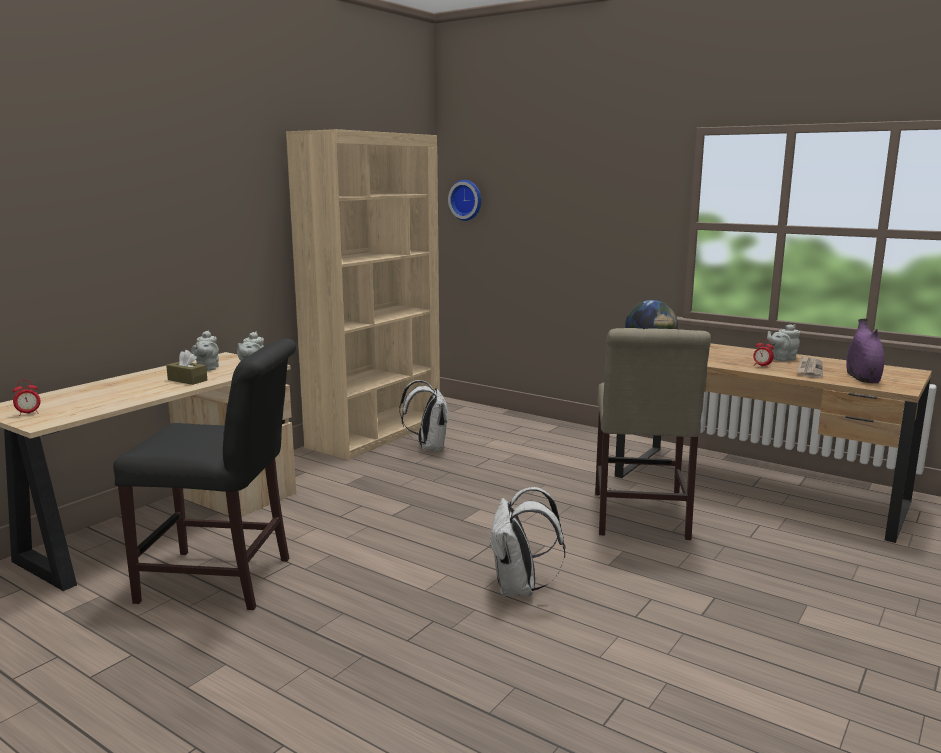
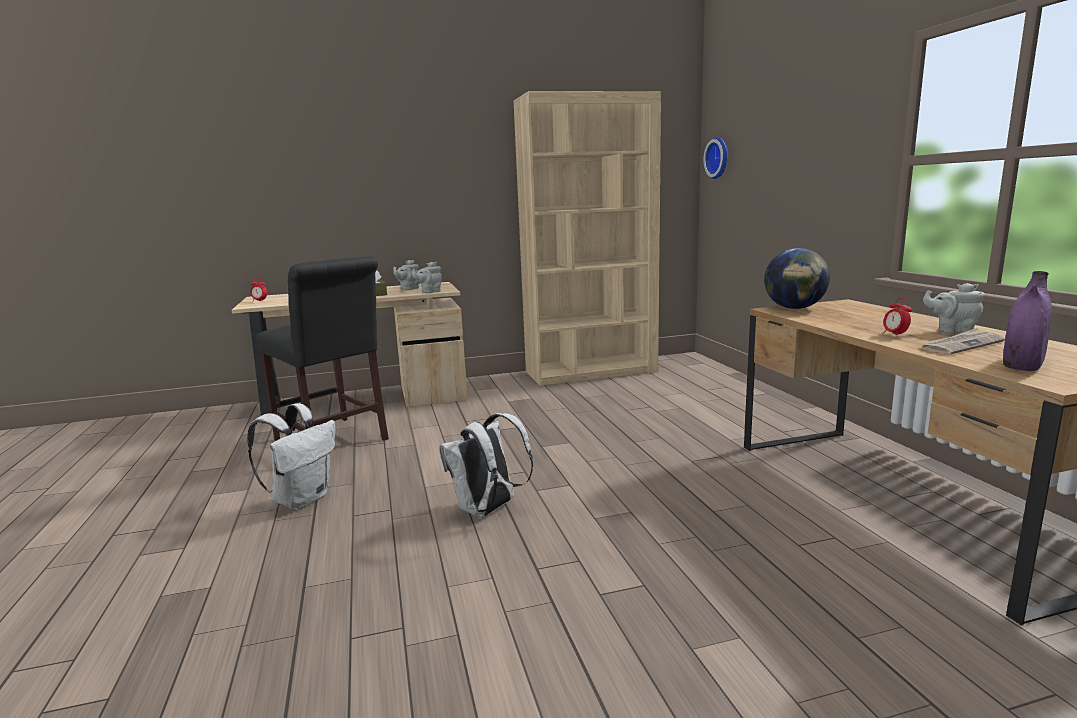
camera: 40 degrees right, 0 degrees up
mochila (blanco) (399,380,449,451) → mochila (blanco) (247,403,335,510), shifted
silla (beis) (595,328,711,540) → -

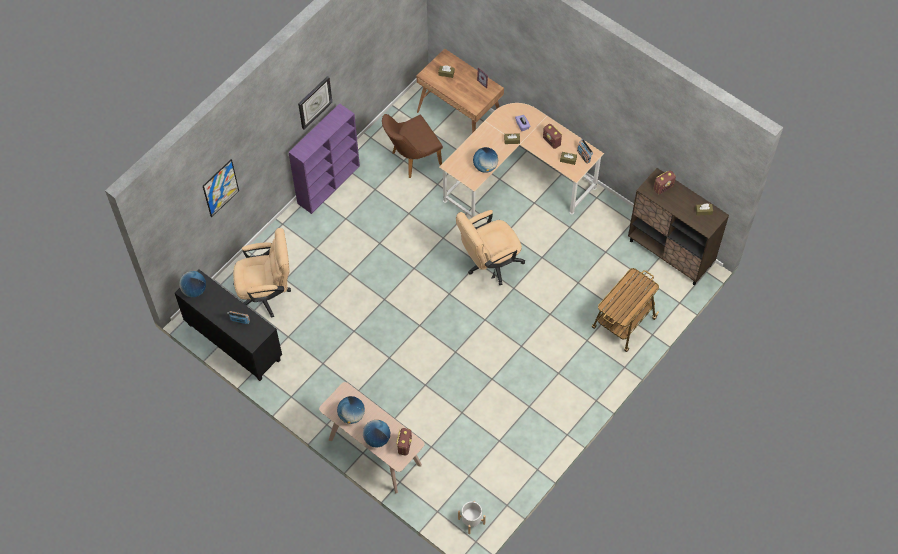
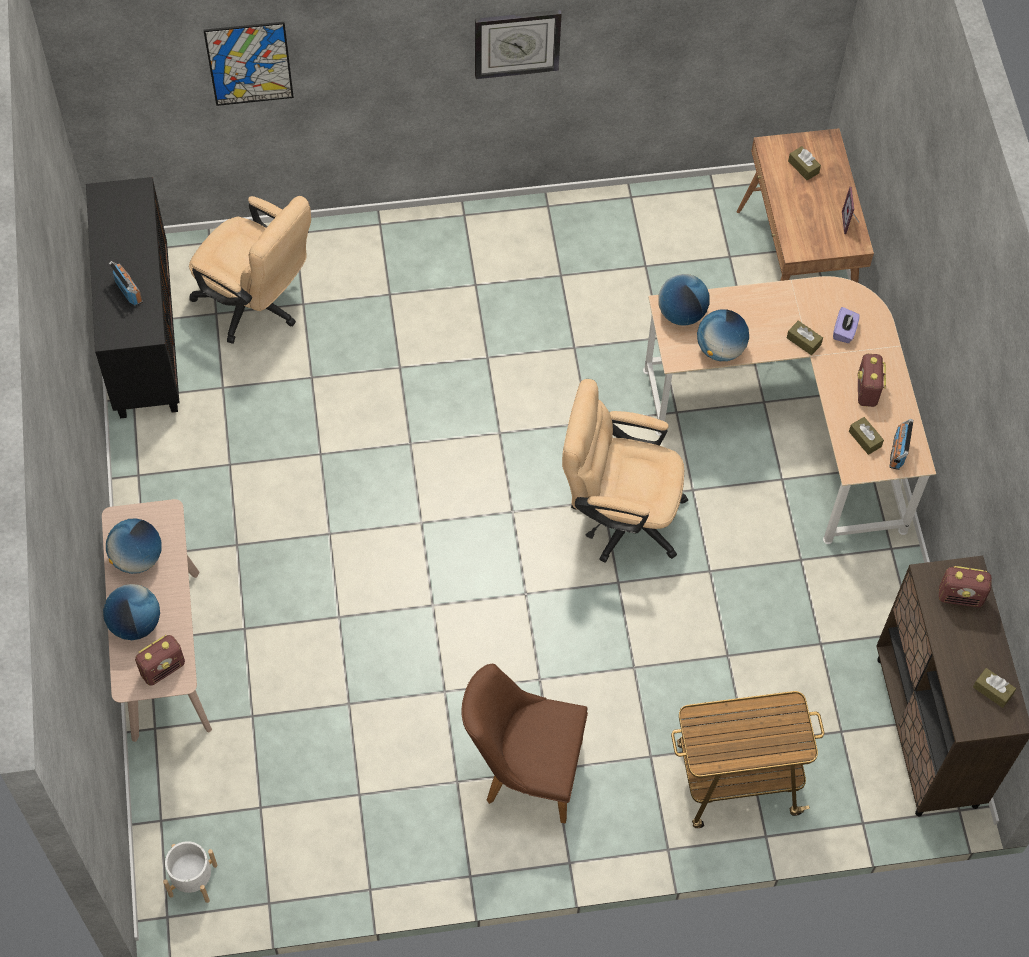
camera: 40 degrees right, 0 degrees up
globo terráqueo (179,271,206,297) → globo terráqueo (658,274,710,326), shifted
estantería (morado) (288,103,360,214) → -
silla (marrón) (382,114,443,178) → silla (marrón) (461,664,588,824), shifted

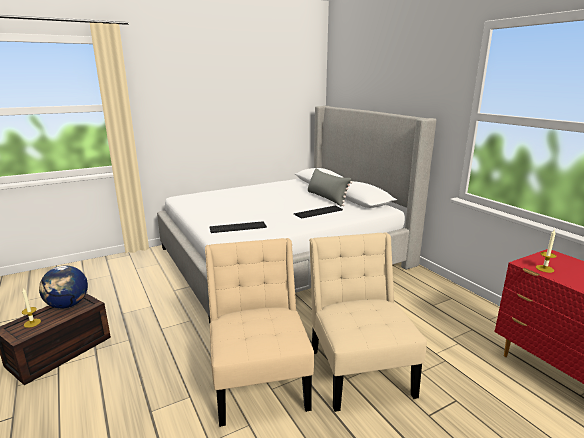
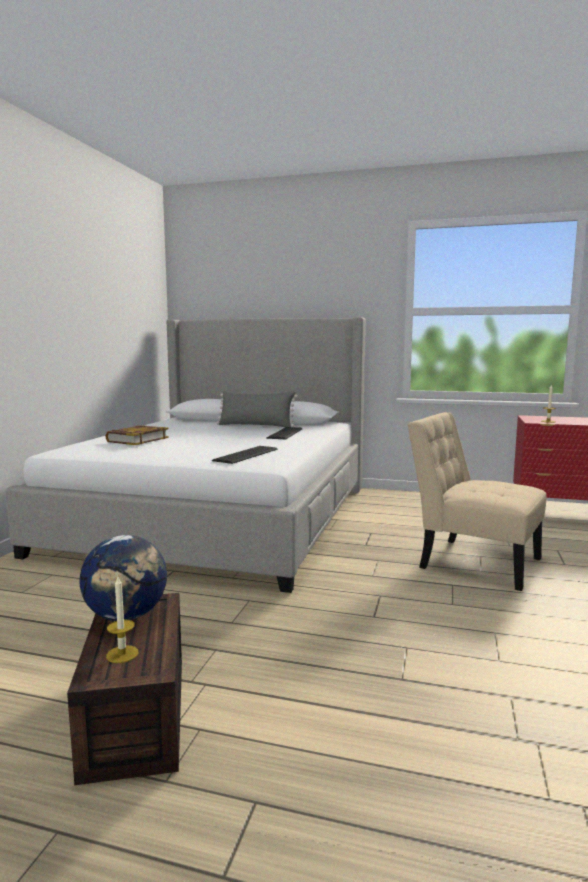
camera: 45 degrees left, 10 degrees down
silla (beis) (205,238,314,427) → -
- → libro (105,425,169,445)

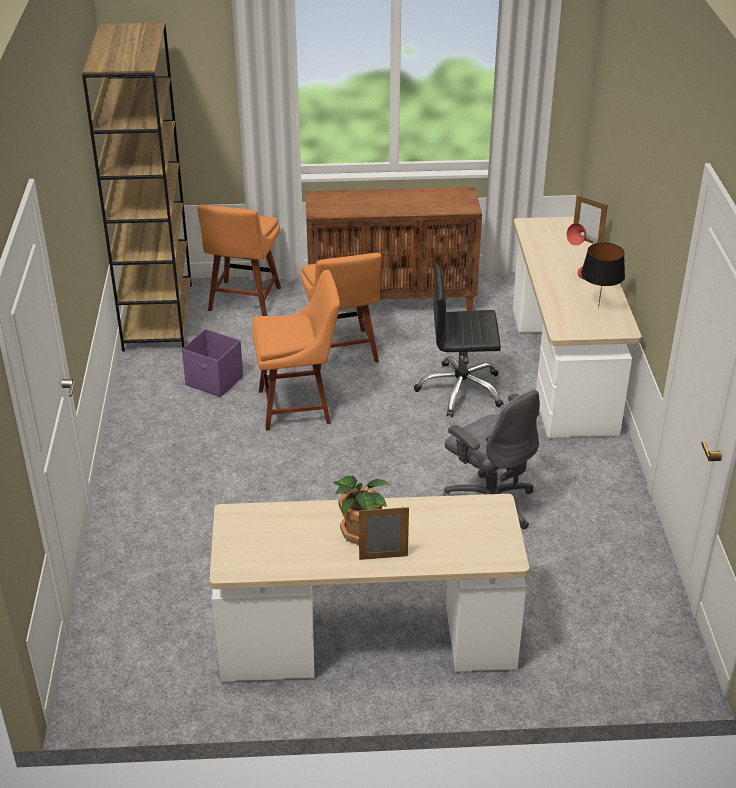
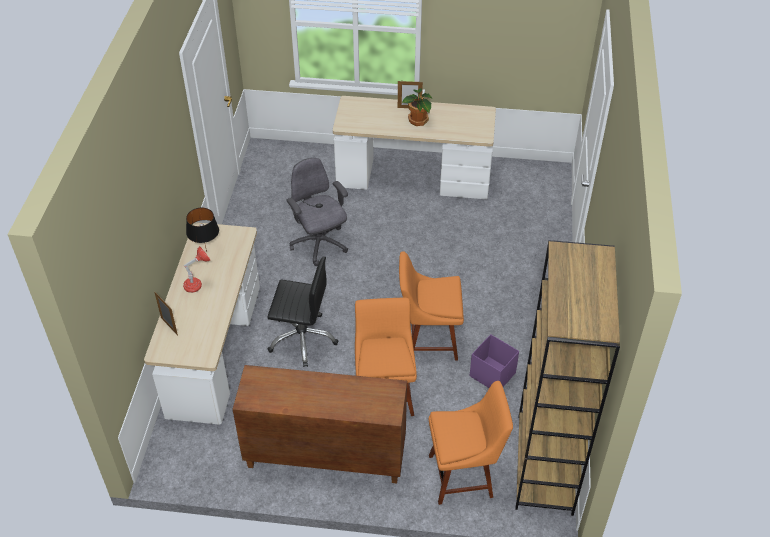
camera: 170 degrees left, 10 degrees up
silla (naranja) (197,205,281,316) → silla (naranja) (429,381,513,505), 60 degrees clockwise

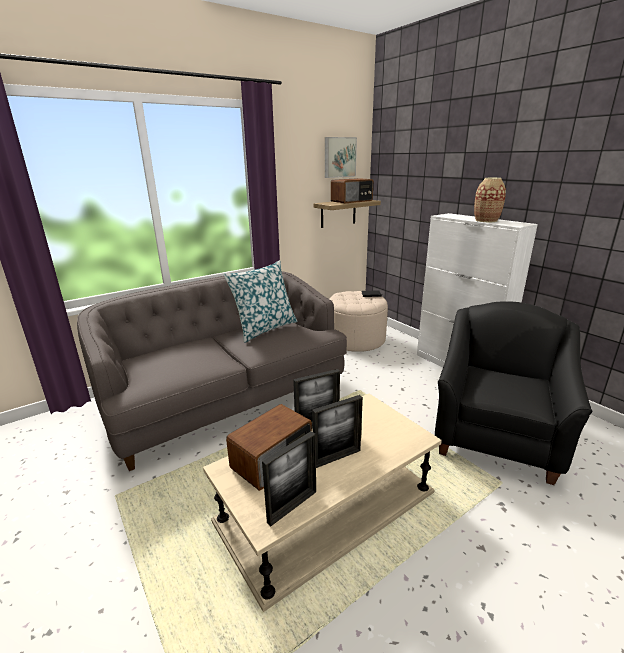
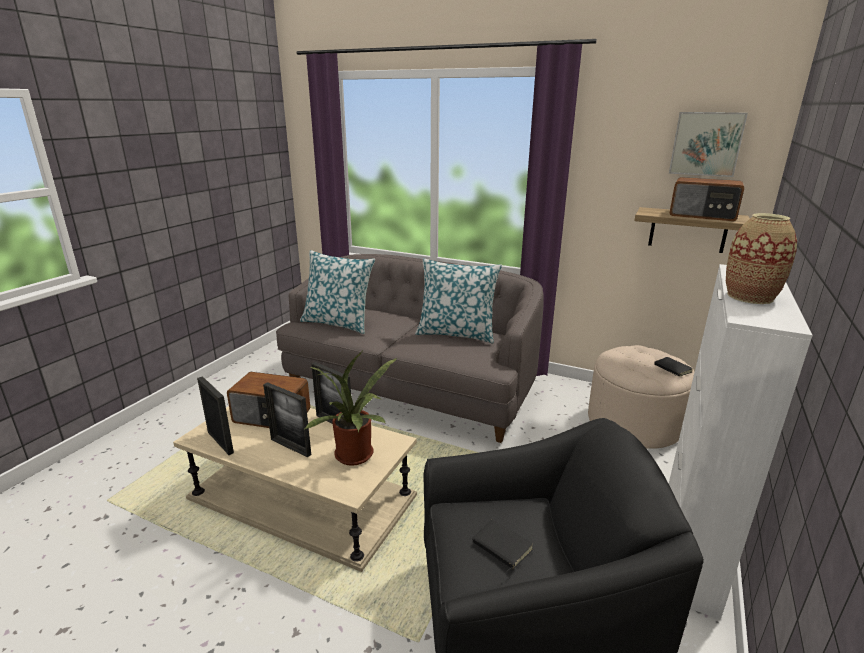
camera: 60 degrees right, 0 degrees up
portarretratos (262,431,316,526) → portarretratos (197,376,234,455), 150 degrees counterclockwise
- → cojín (300,250,375,334)
- → planta en maceta (304,351,397,466)
- → libro (negro) (472,519,533,573)

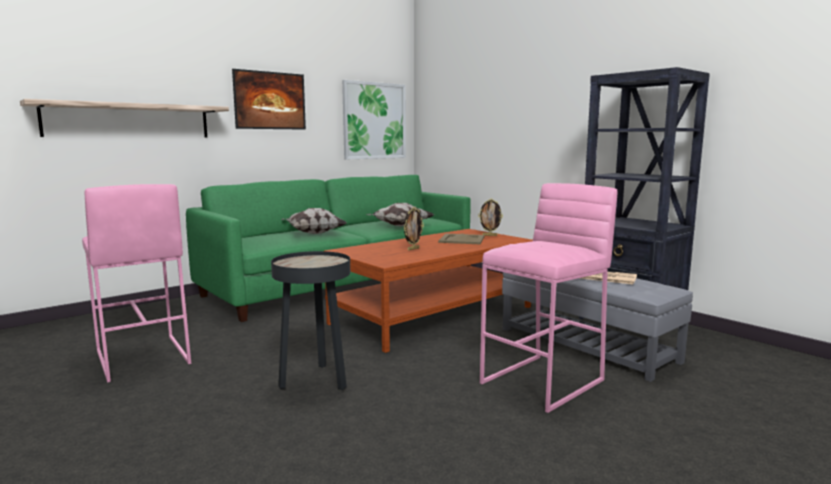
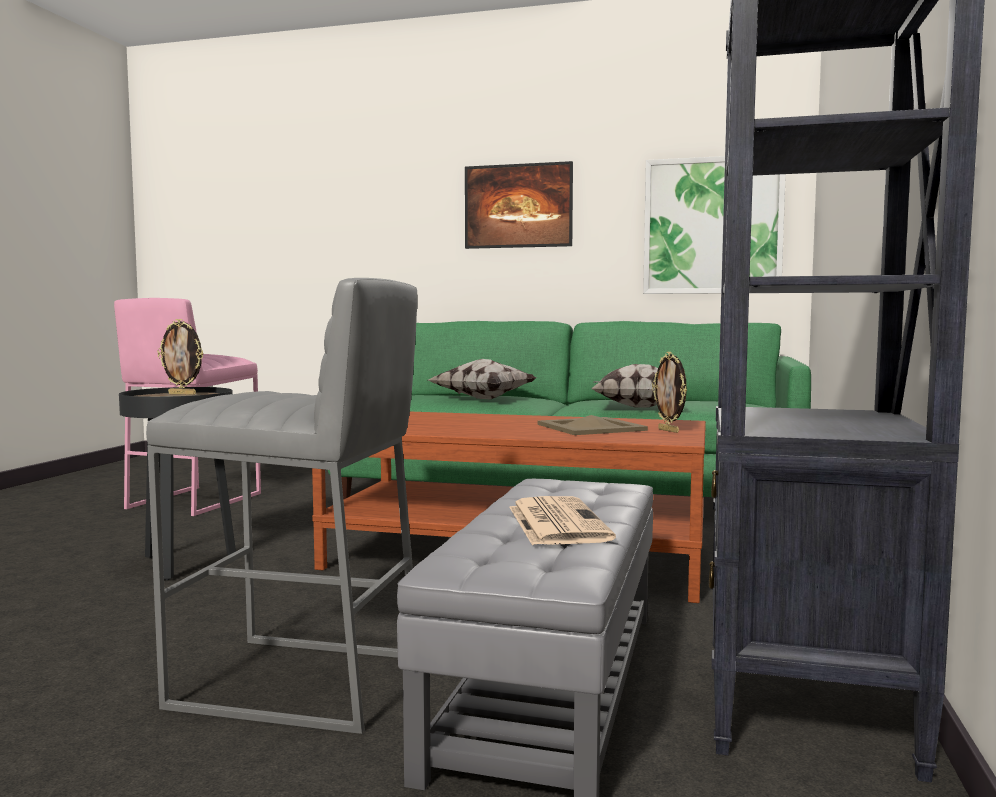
camera: 55 degrees right, 5 degrees down
estante (20,99,229,137) → -
portarretratos (404,207,424,250) → portarretratos (157,319,203,395), shifted
taburete (rosa) (480,183,617,413) → taburete (gris) (146,278,417,734)

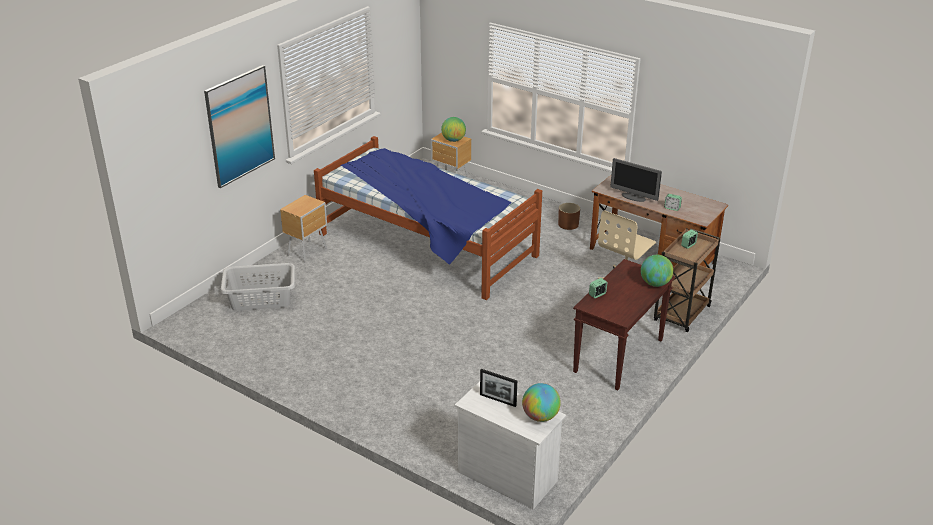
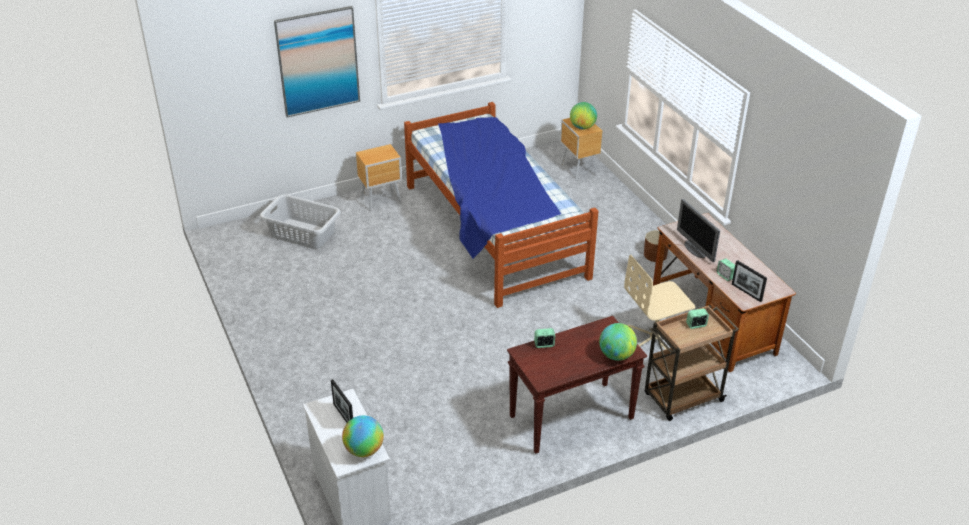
camera: 30 degrees right, 5 degrees up
- → portarretratos (732,260,767,302)

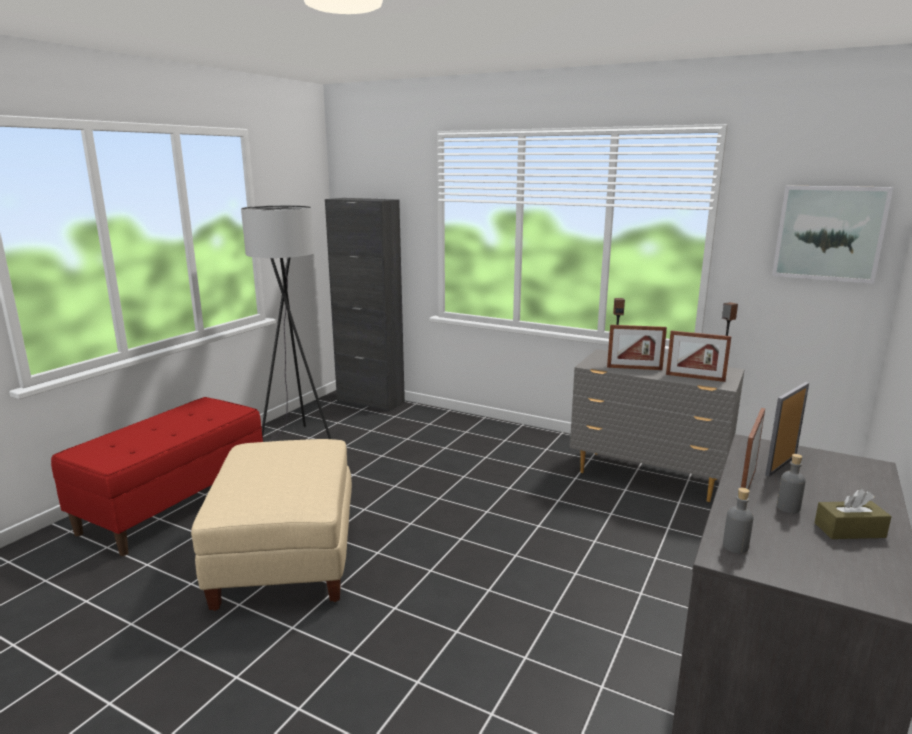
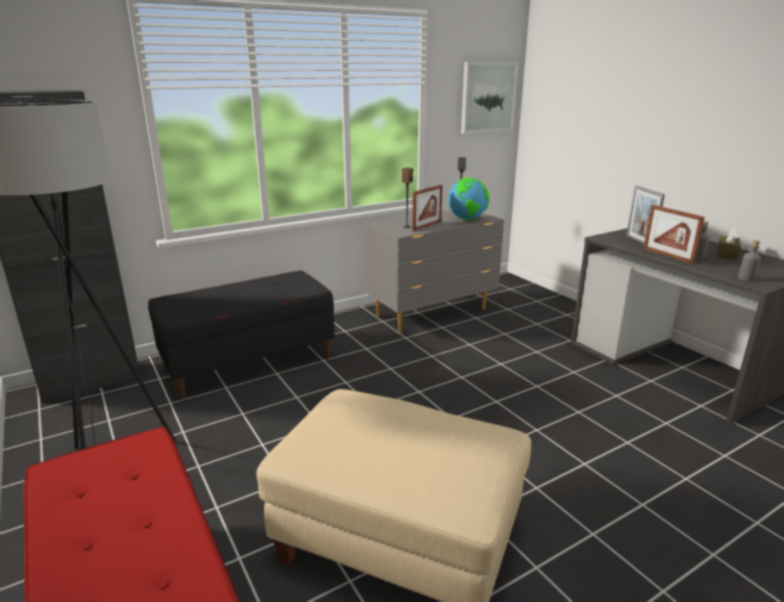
camera: 60 degrees left, 5 degrees up
portarretratos (666,331,732,382) → globo terráqueo (448,178,489,220)
- → banco (negro) (148,271,335,400)

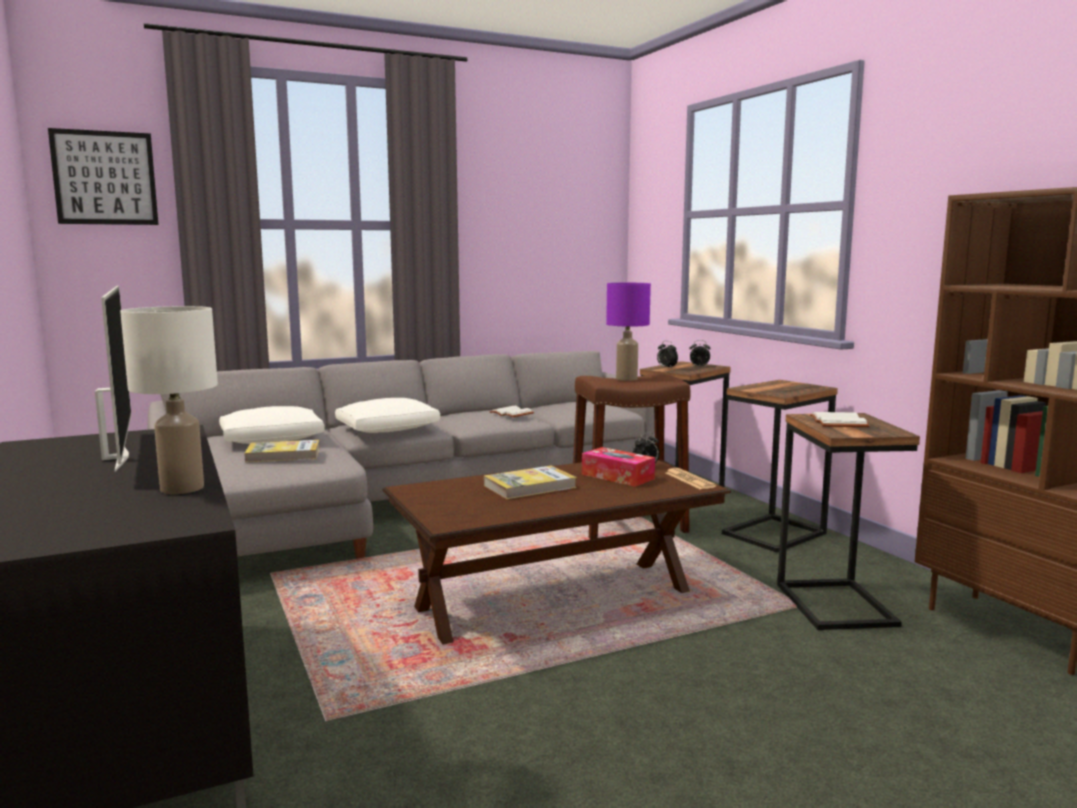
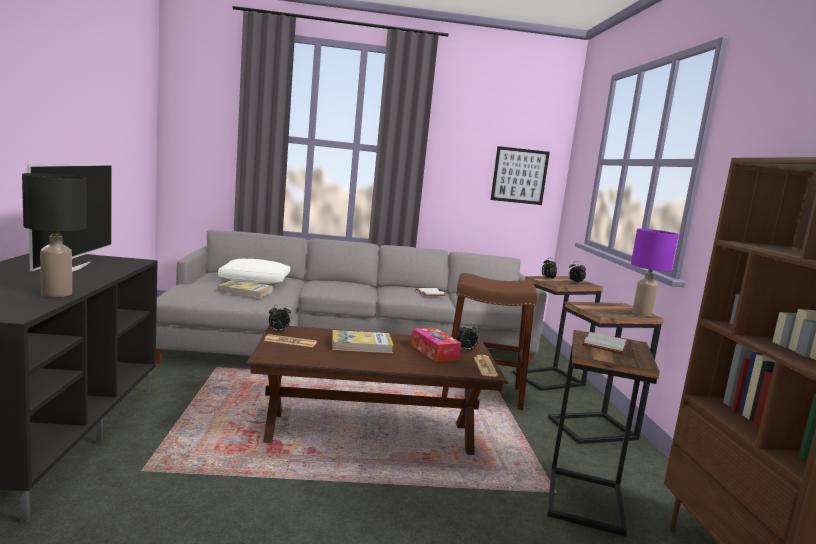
camera: 20 degrees right, 0 degrees up
cuadro (48,128,159,225) → cuadro (491,146,550,205), shifted
lámpara de mesa (blanco) (120,306,218,494) → lámpara de mesa (negro) (22,173,87,297)
cojín (blanco) (335,398,440,433) → -
lámpara de mesa (morado) (606,283,651,381) → lámpara de mesa (morado) (631,228,679,317), shifted
- → periódico (264,334,317,347)
- → despertador (269,304,291,331)

